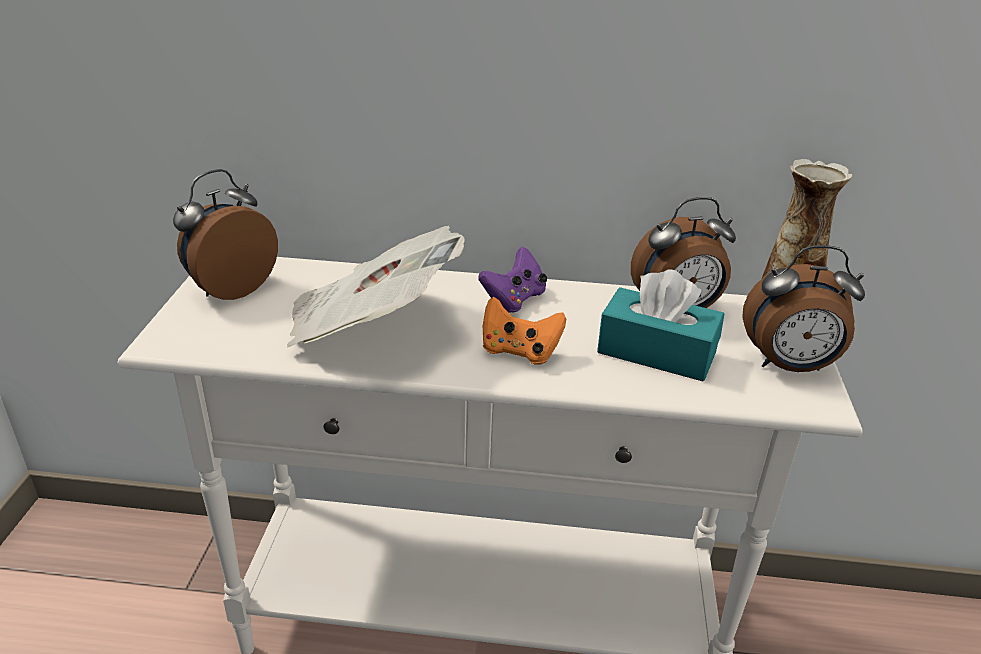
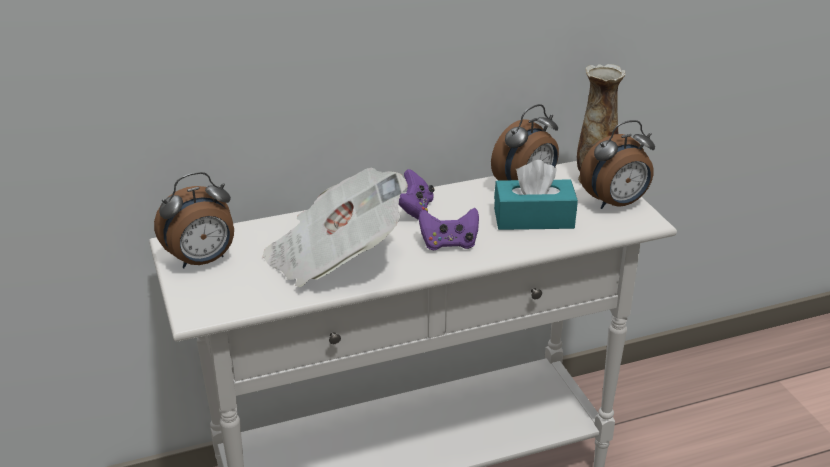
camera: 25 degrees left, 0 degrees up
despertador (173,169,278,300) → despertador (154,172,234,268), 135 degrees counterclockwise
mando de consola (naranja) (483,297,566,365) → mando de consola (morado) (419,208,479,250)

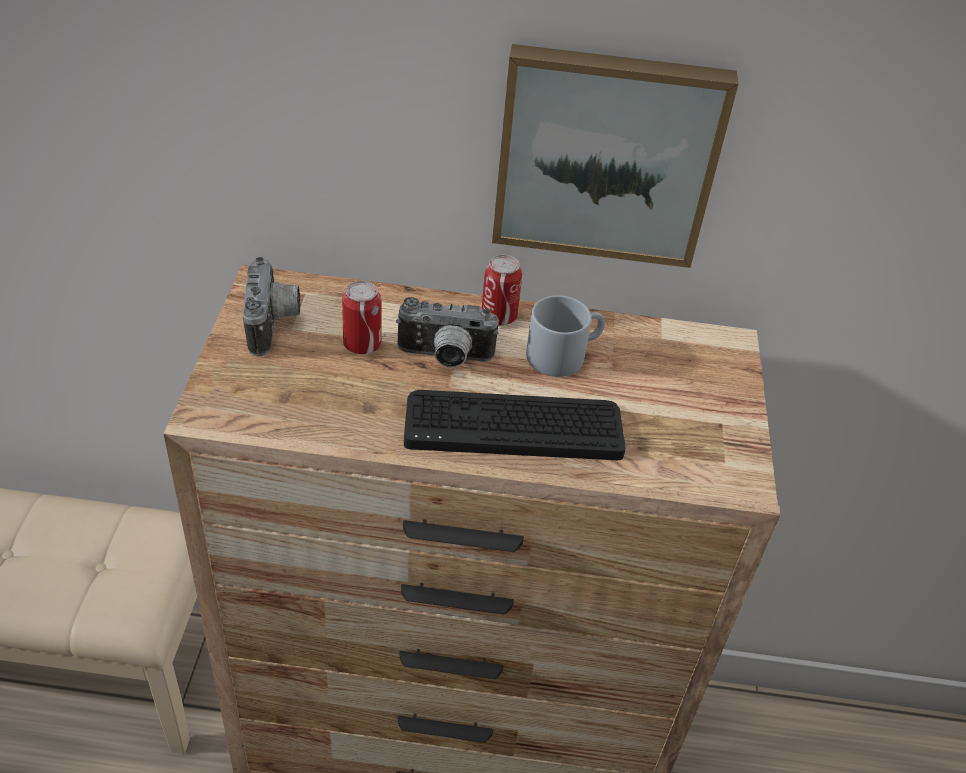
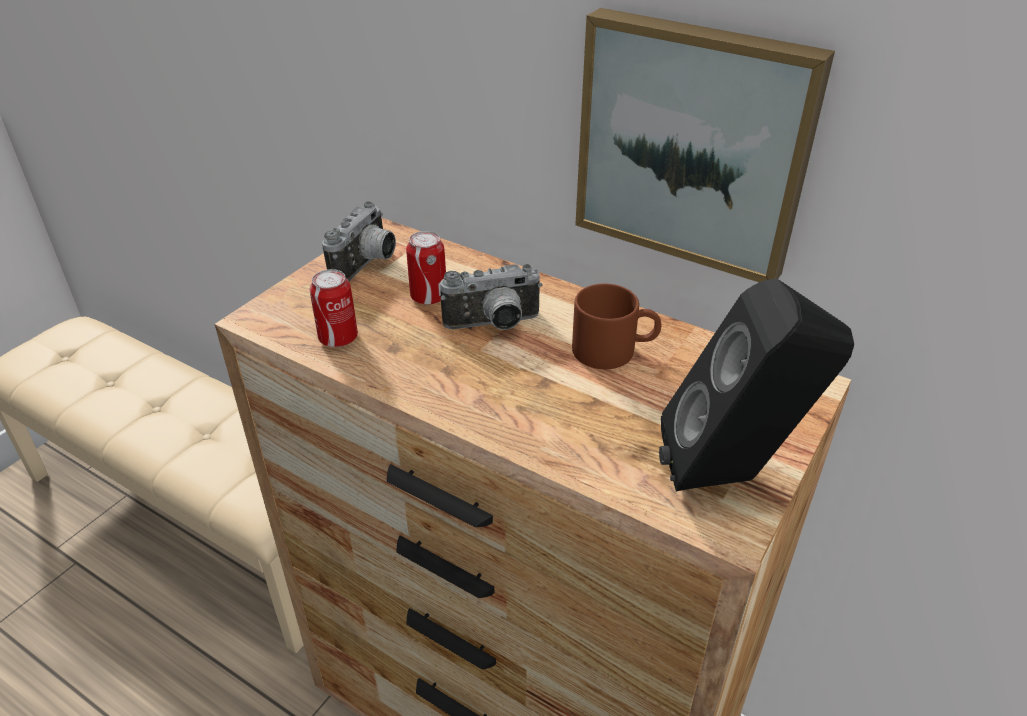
camera: 30 degrees right, 5 degrees down
cámara (396,297,499,368) → cámara (440,264,543,330), 45 degrees counterclockwise
teclado (404,390,626,460) → -
lata (482,255,522,325) → lata (310,269,358,347), shifted
taza grande (gris) (526,295,605,377) → taza grande (marrón) (572,284,661,369)
- → altavoz (negro) (659,279,854,491)

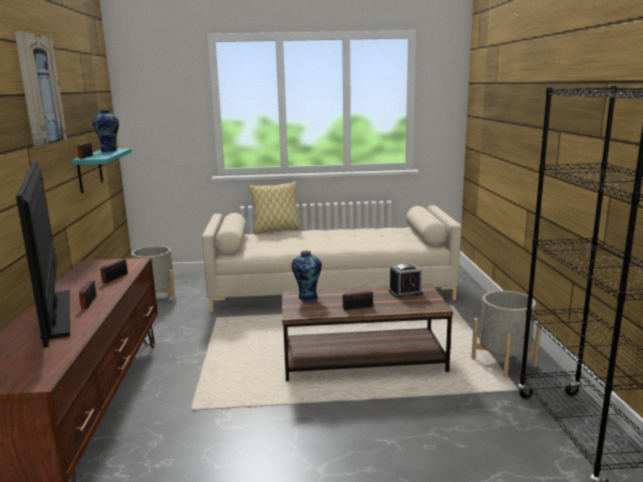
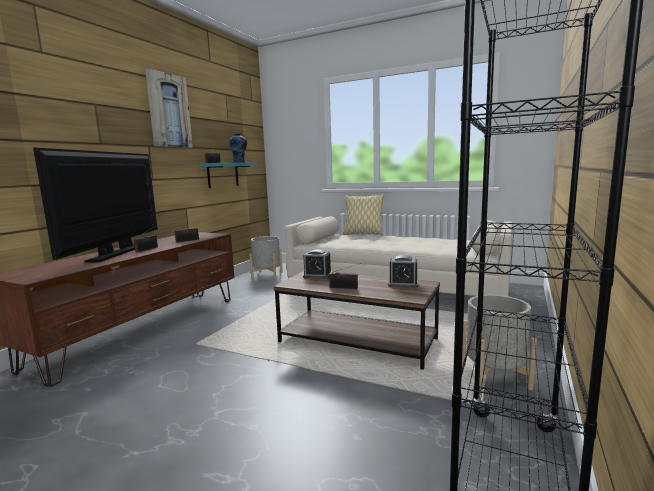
camera: 30 degrees right, 5 degrees down
florero (291,251,322,301) → despertador (303,250,332,279)

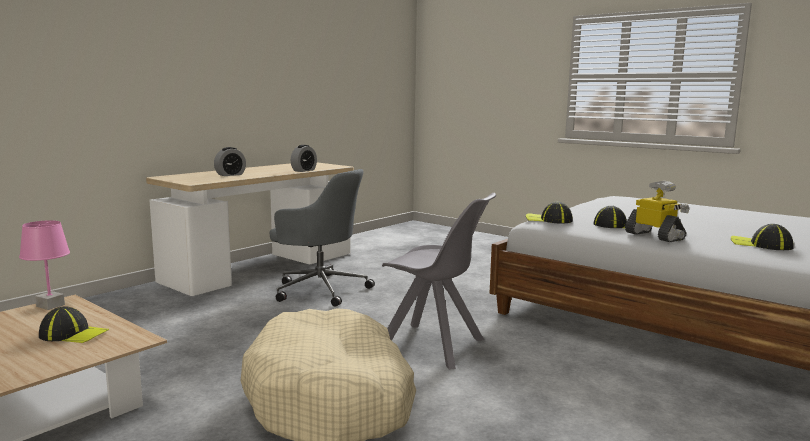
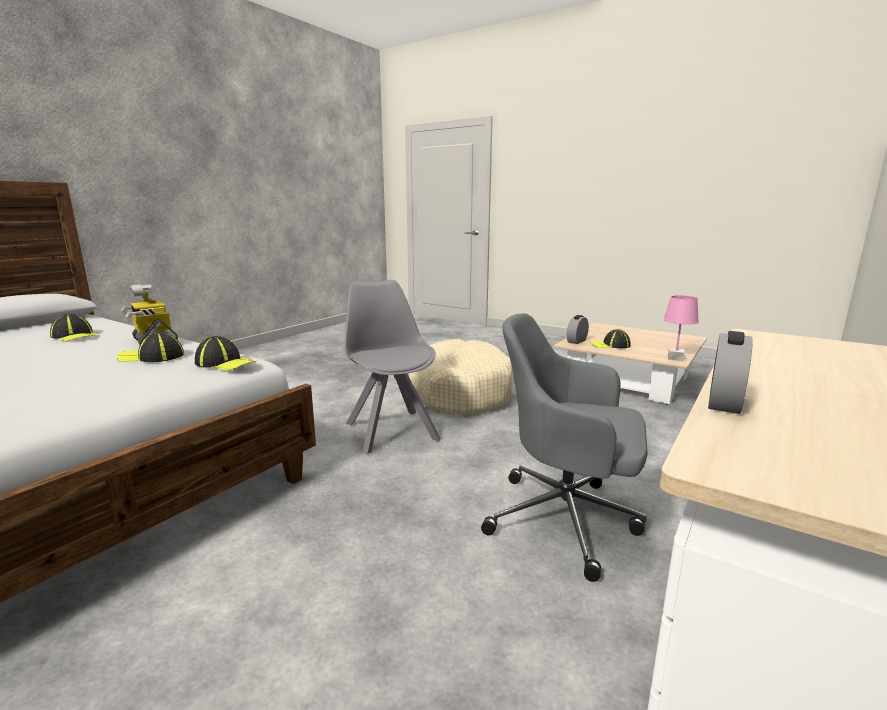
camera: 175 degrees right, 5 degrees up
despertador (214,147,246,176) → despertador (567,315,589,344), shifted
silla (gris) (382,193,496,370) → silla (gris) (344,280,441,454), 45 degrees clockwise

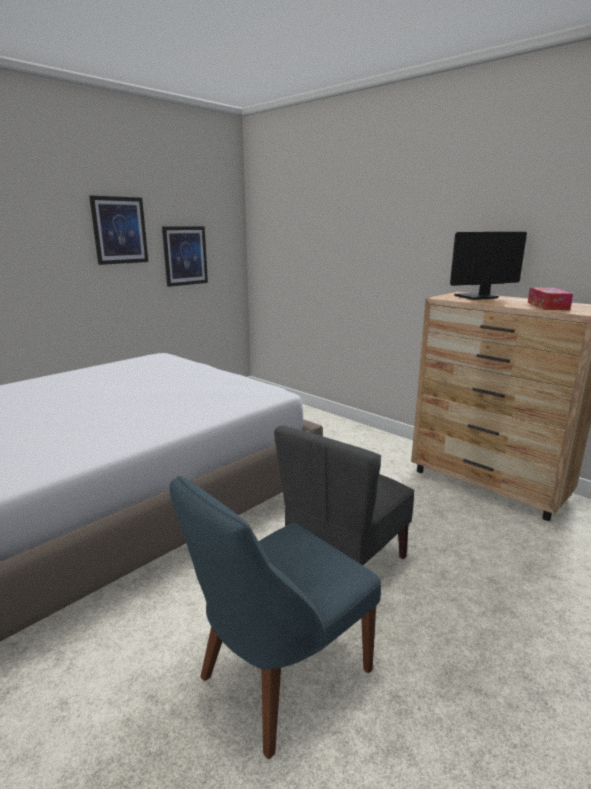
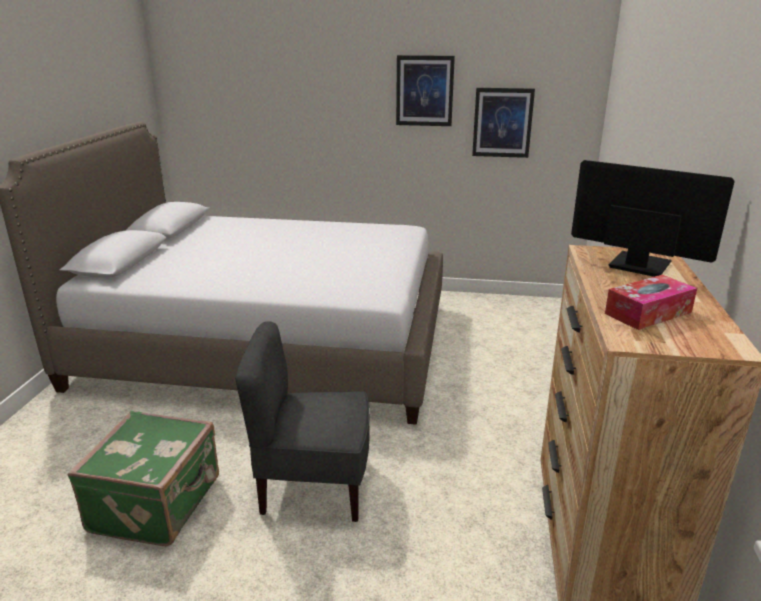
camera: 55 degrees right, 5 degrees up
silla (azul) (170,476,381,760) → maleta (verde) (68,411,219,546)

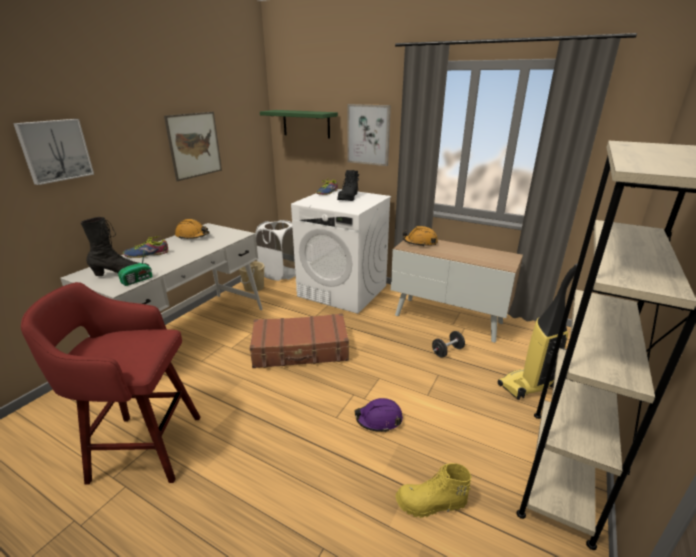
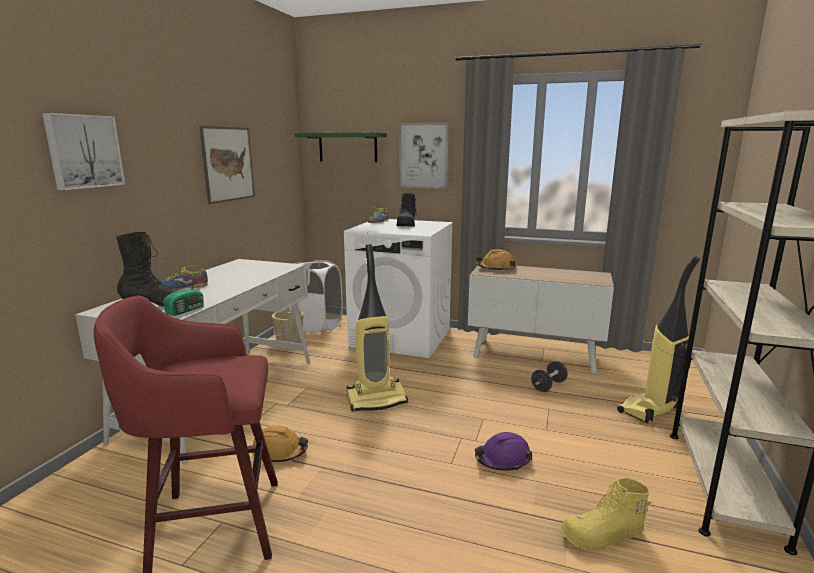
camera: 10 degrees left, 10 degrees down
casco (naranja) (175,219,210,240) → casco (naranja) (252,425,308,462), shifted
maleta (marrón) (250,313,349,368) → aspiradora (347,244,408,411)

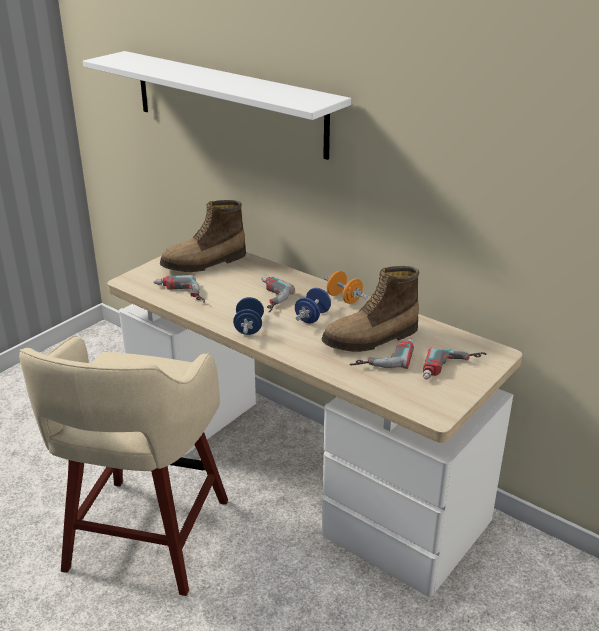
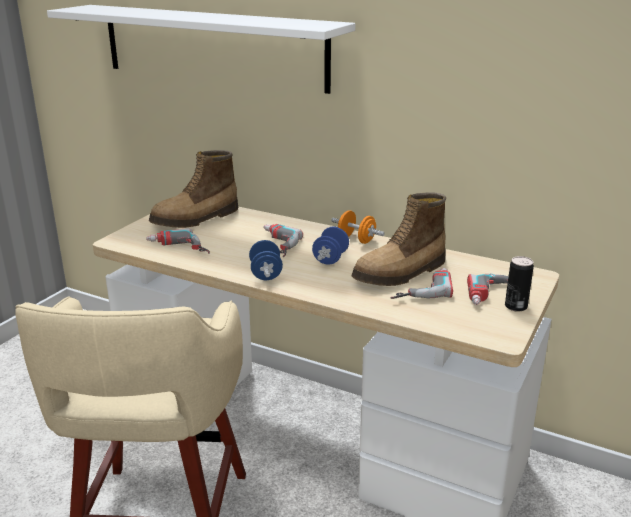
camera: 10 degrees left, 5 degrees down
- → lata (505,256,534,312)

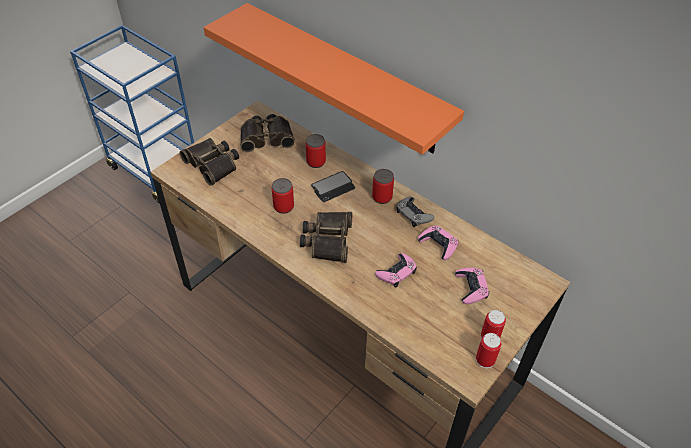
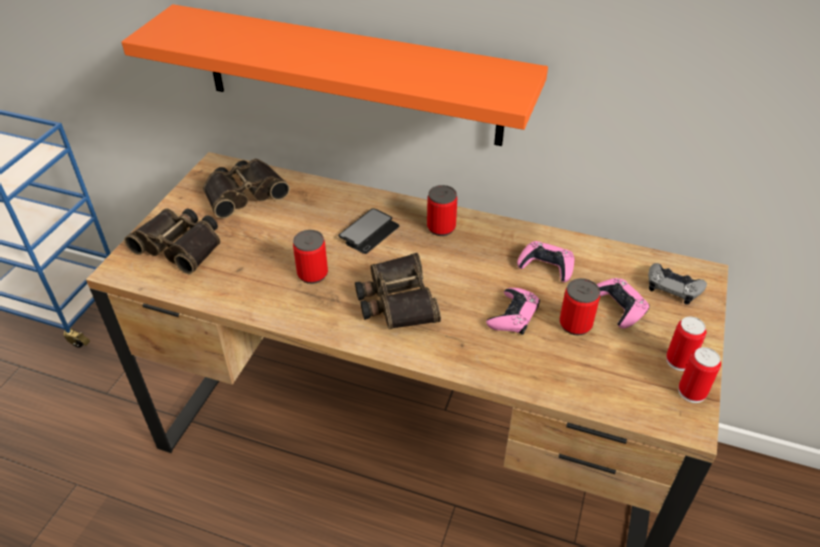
camera: 20 degrees left, 5 degrees down
lata (306,134,326,168) → lata (560,278,600,335), shifted
mando de consola (gris) (396,197,434,227) → mando de consola (gris) (648,263,707,305), shifted

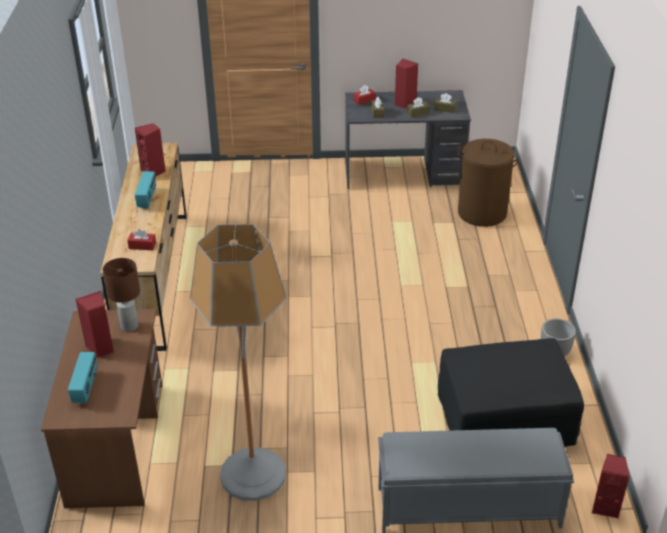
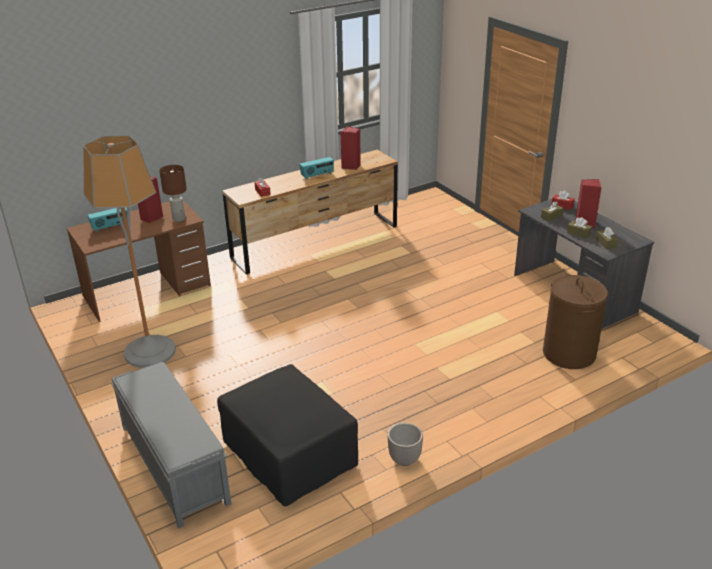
camera: 60 degrees right, 5 degrees down
altavoz (rojo) (592,454,630,518) → -

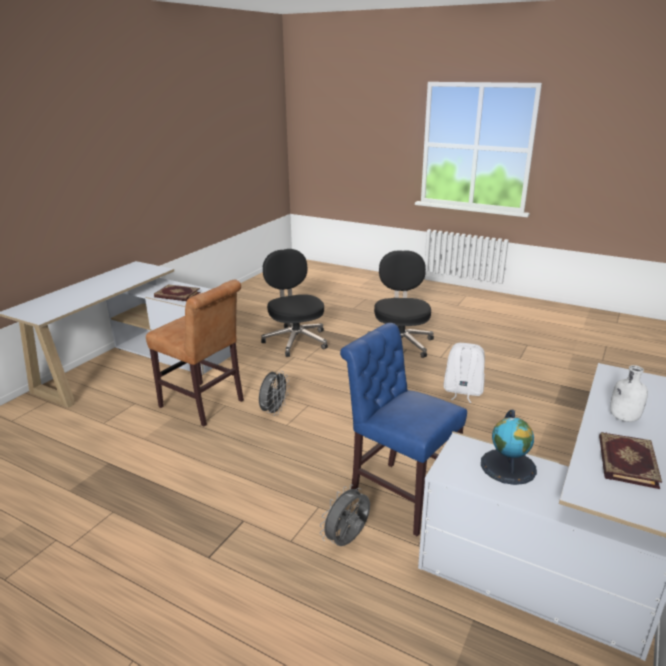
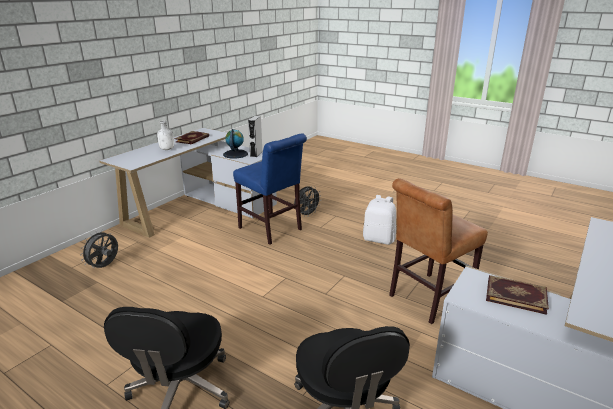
camera: 175 degrees left, 0 degrees up
silla (marrón) (146,279,244,426) → silla (marrón) (389,178,488,324), 75 degrees counterclockwise
ventilador (gris) (259,371,290,416) → ventilador (gris) (80,230,118,268), shifted
mochila (blanco) (443,343,485,403) → mochila (blanco) (363,195,396,245), shifted
- → altavoz (gris) (248,116,263,157)

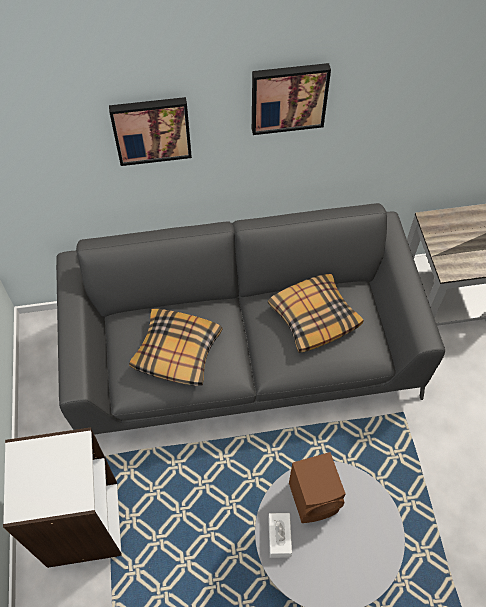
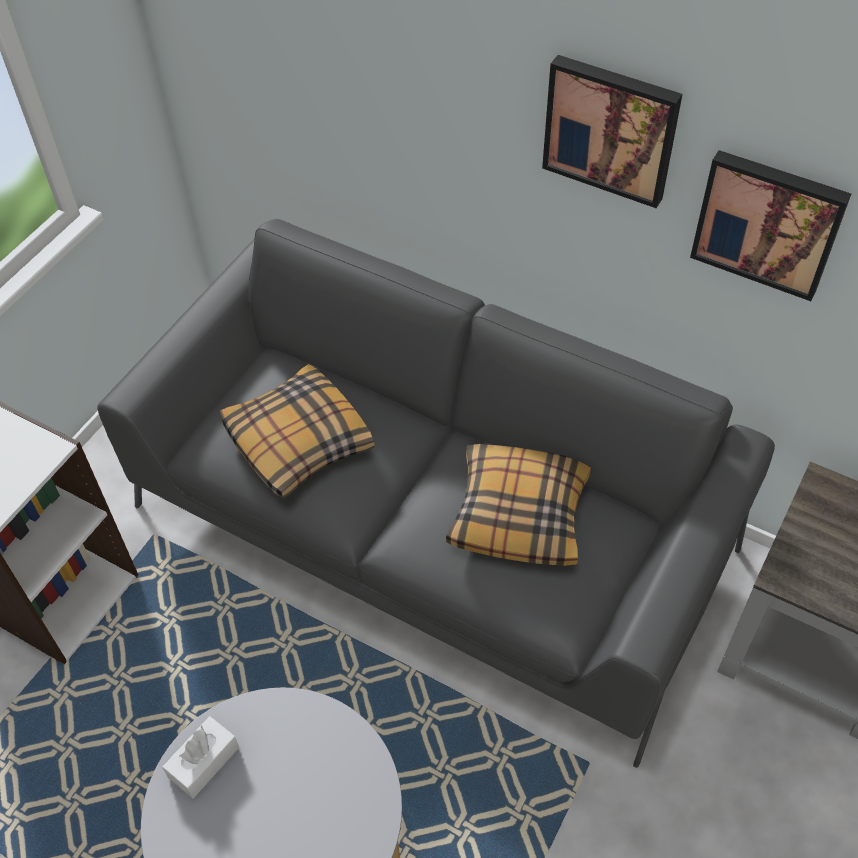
camera: 40 degrees right, 5 degrees down
cuadro (109,97,192,166) → cuadro (690,150,851,301), shifted
altavoz (marrón) (289,452,346,523) → -

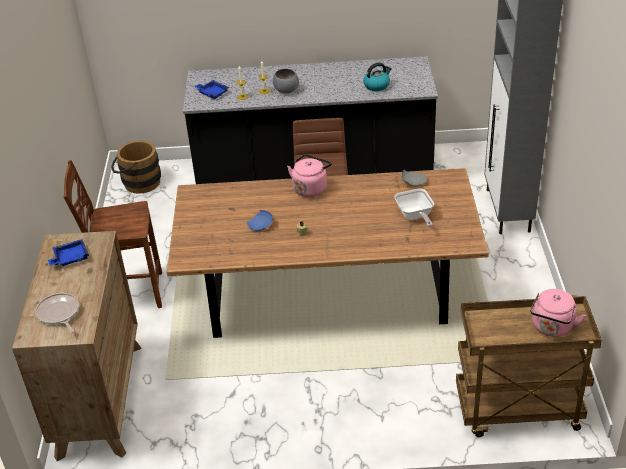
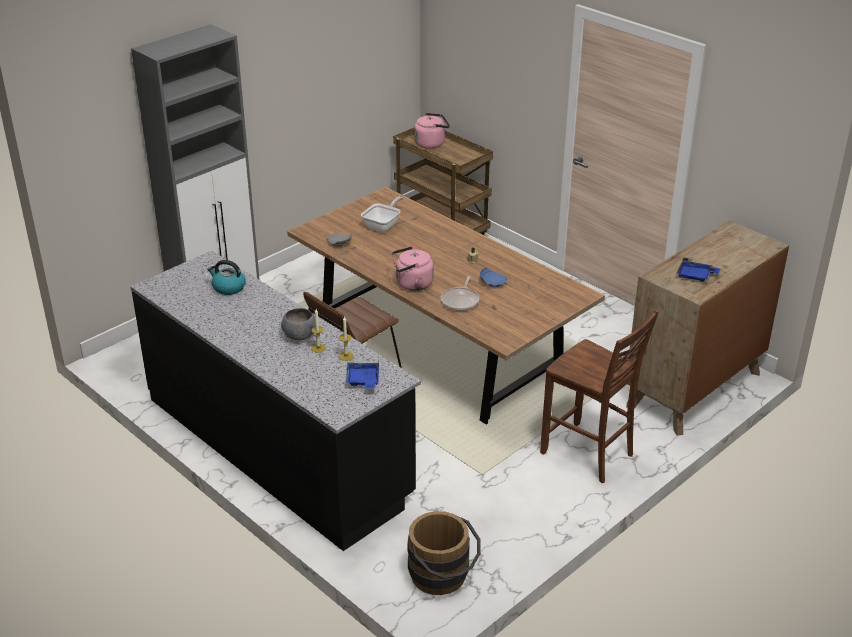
camera: 135 degrees left, 5 degrees down
sartén (35,293,79,333) → sartén (441,276,480,311), shifted

